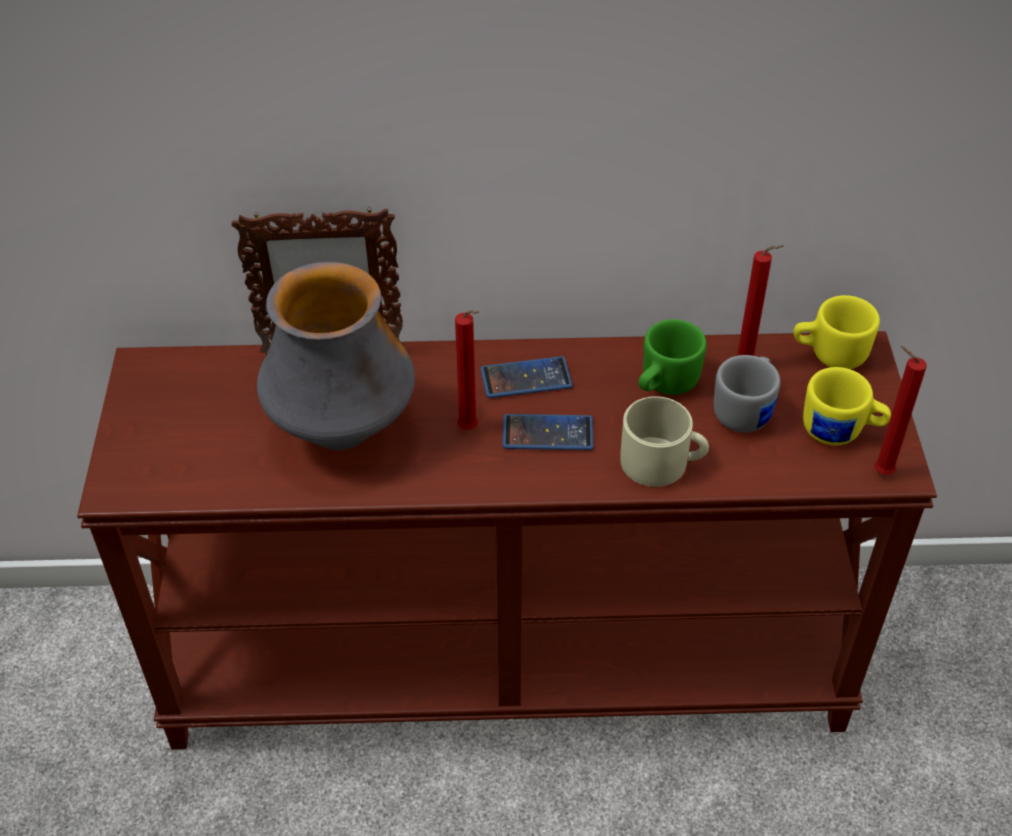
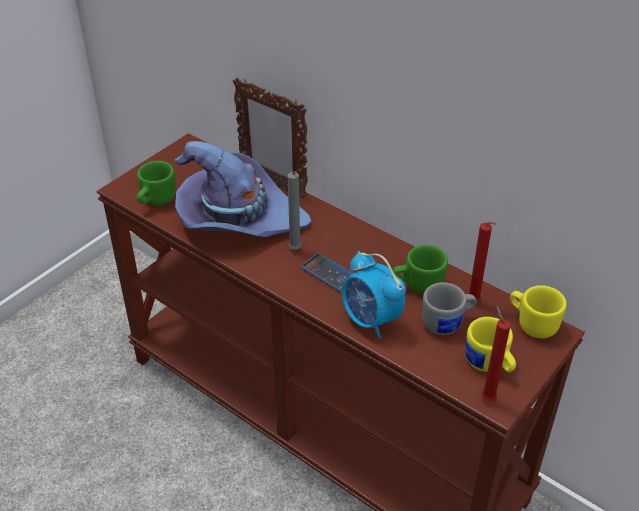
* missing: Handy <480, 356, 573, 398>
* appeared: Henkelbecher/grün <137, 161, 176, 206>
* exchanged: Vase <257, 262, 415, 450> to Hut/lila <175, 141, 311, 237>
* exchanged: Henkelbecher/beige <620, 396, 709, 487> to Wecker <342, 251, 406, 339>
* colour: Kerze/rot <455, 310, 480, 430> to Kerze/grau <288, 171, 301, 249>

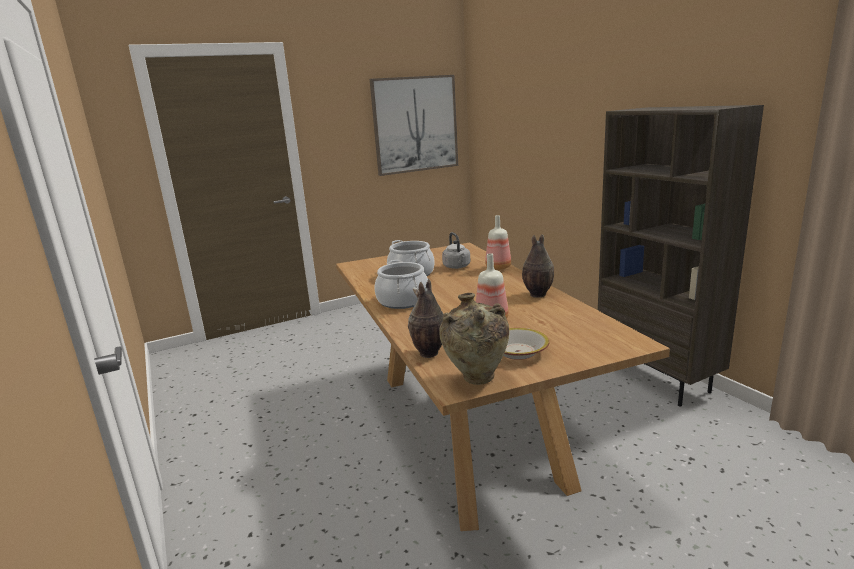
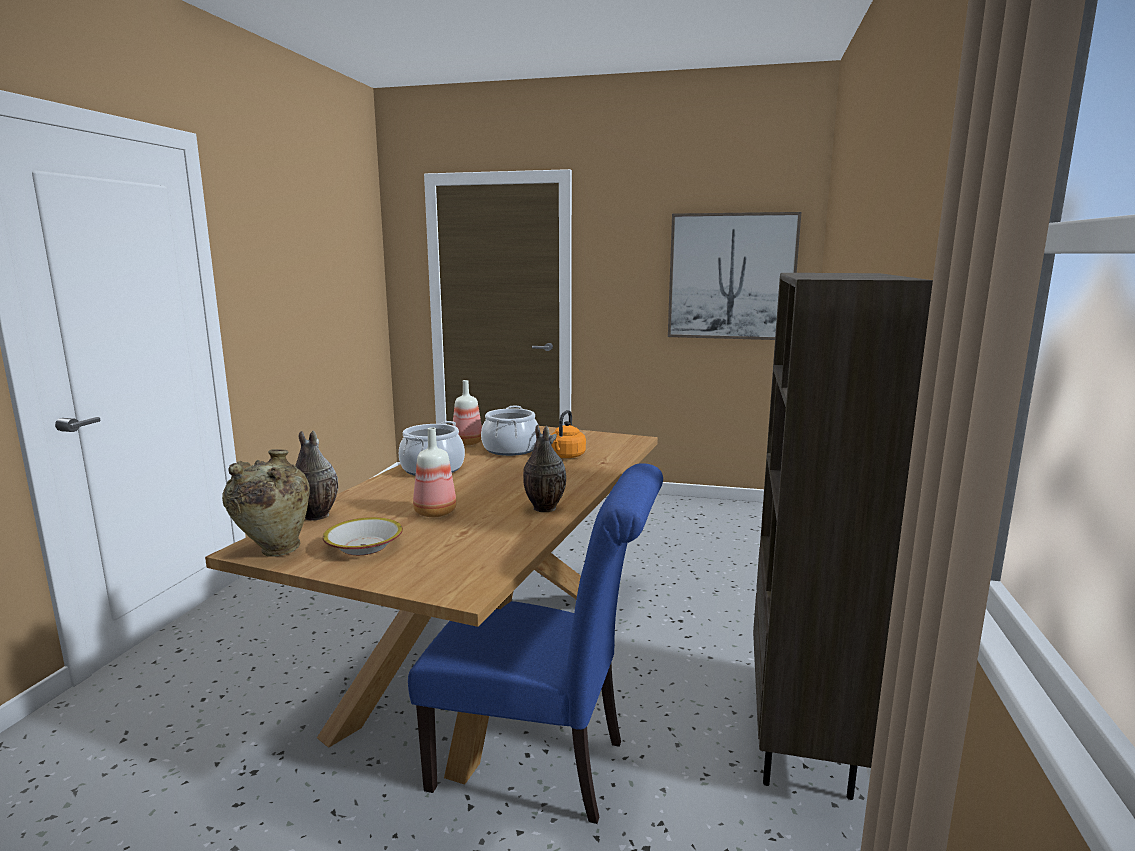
* appeared: Stuhl/blau <408, 463, 663, 824>
* relocated: Flasche <485, 215, 511, 270> to <452, 380, 482, 445>
* colour: Wasserkessel/grau <442, 232, 471, 269> to Wasserkessel/orange <551, 410, 586, 458>

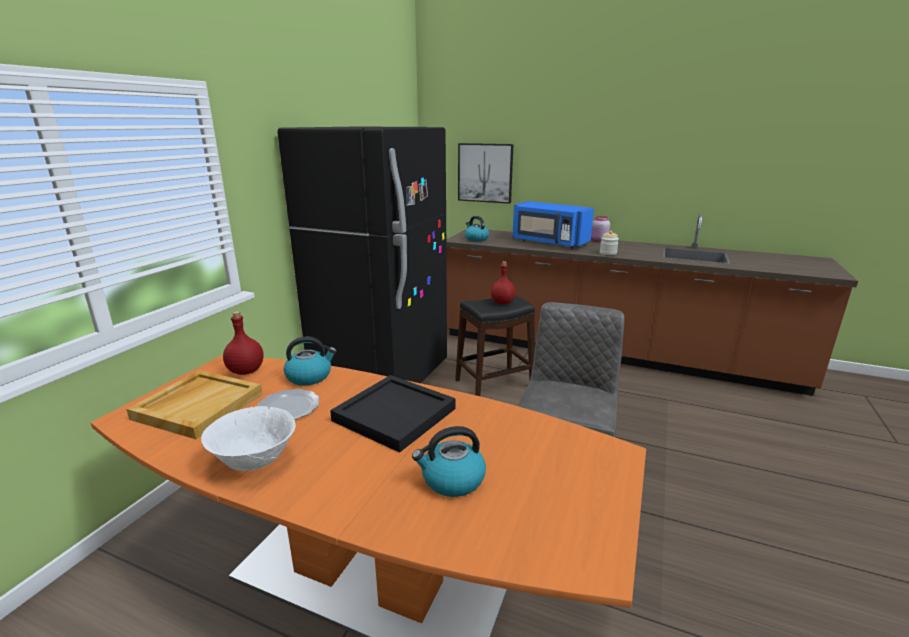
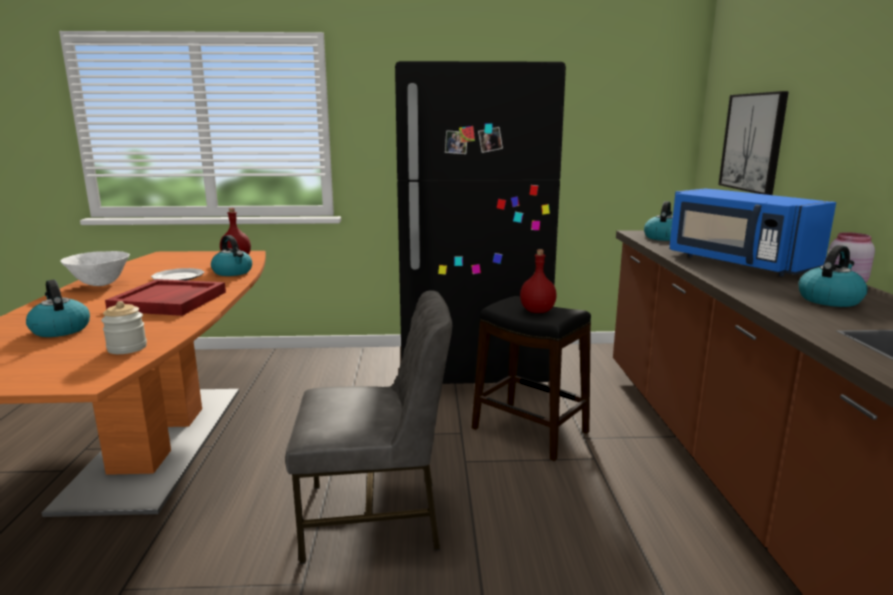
* missing: Tablett/beige <126, 370, 263, 439>
* appeared: Wasserkessel <798, 245, 868, 307>
* relocated: Vorratsglas <600, 231, 619, 255> to <101, 301, 147, 354>
* colour: Tablett/schwarz <330, 375, 456, 453> to Tablett/rot <105, 279, 226, 316>
* spun: Mikrowelle/blau <513, 201, 594, 248> = <669, 188, 836, 276> 45 degrees counterclockwise

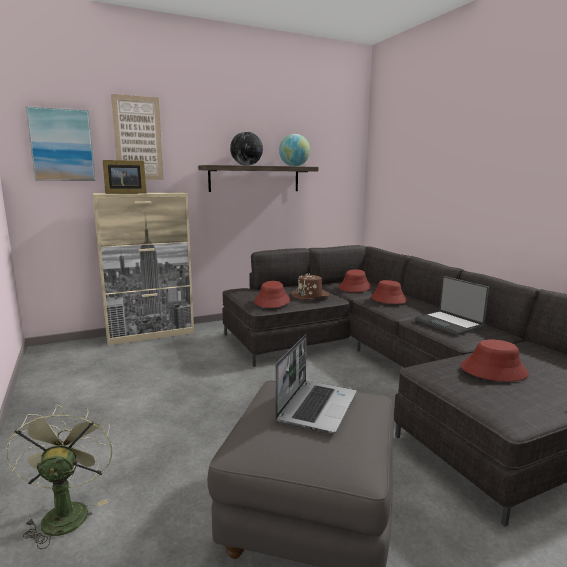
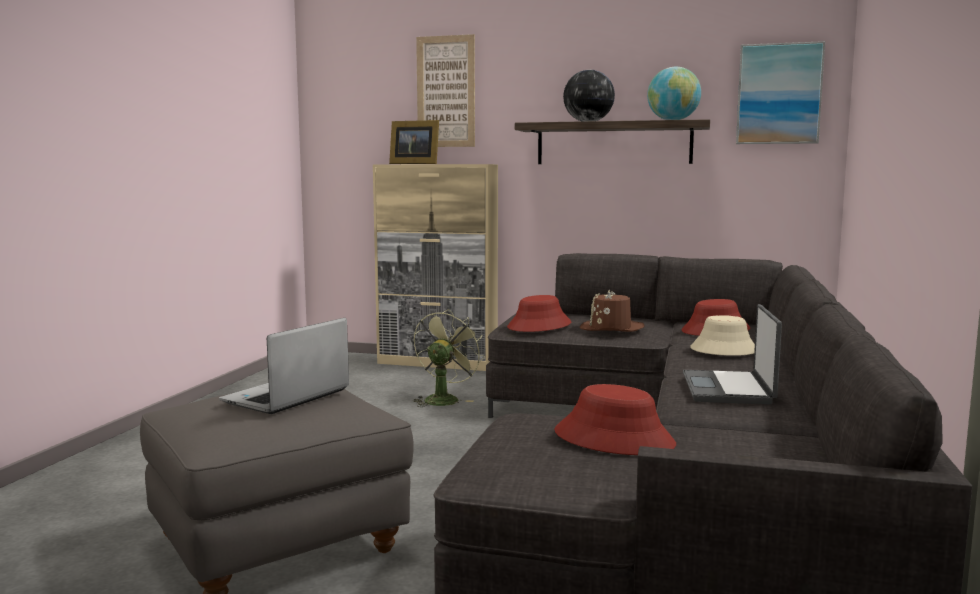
* relocated: Ventilator/grün <5, 404, 113, 549> to <413, 309, 485, 407>
* relocated: Bild <25, 106, 96, 181> to <736, 41, 825, 144>
* colour: Hut/rot <371, 280, 408, 304> to Hut/beige <690, 315, 755, 356>
* spun: Laptop <275, 334, 356, 433> = <219, 318, 349, 414> 150 degrees clockwise

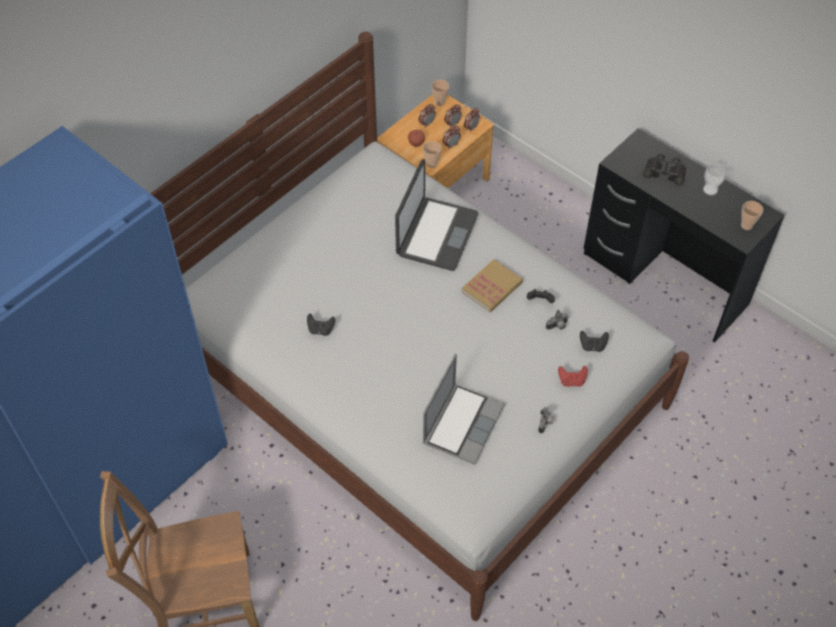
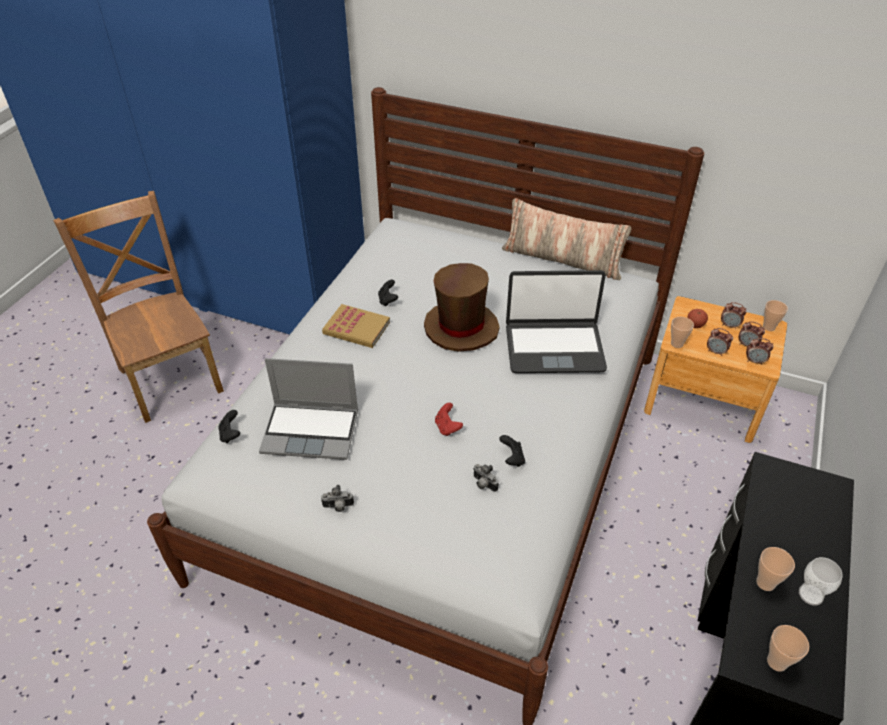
* missing: Fernglas/schwarz <643, 154, 686, 186>
* appeared: Hut/braun <424, 263, 500, 352>
* appeared: Kissen <502, 198, 631, 280>
* appeared: Tasse <756, 547, 795, 591>
* relocated: Buch <462, 259, 523, 312> to <322, 304, 390, 348>
* relocated: Gamepad/rot <558, 366, 588, 387> to <435, 403, 463, 436>
* relocated: Gamepad/schwarz <580, 331, 609, 352> to <219, 410, 240, 443>

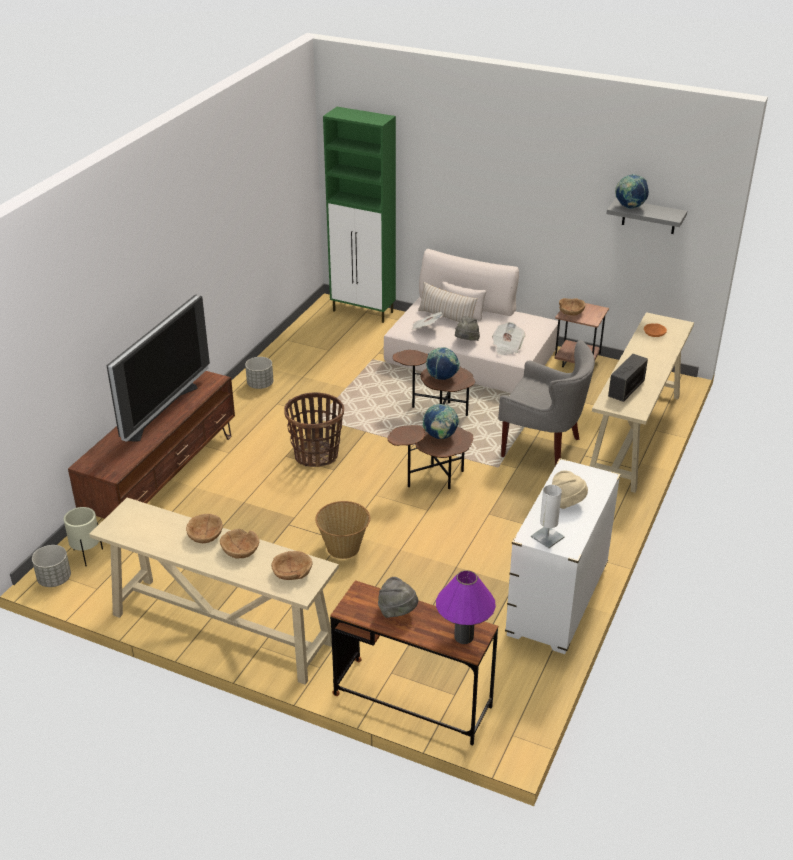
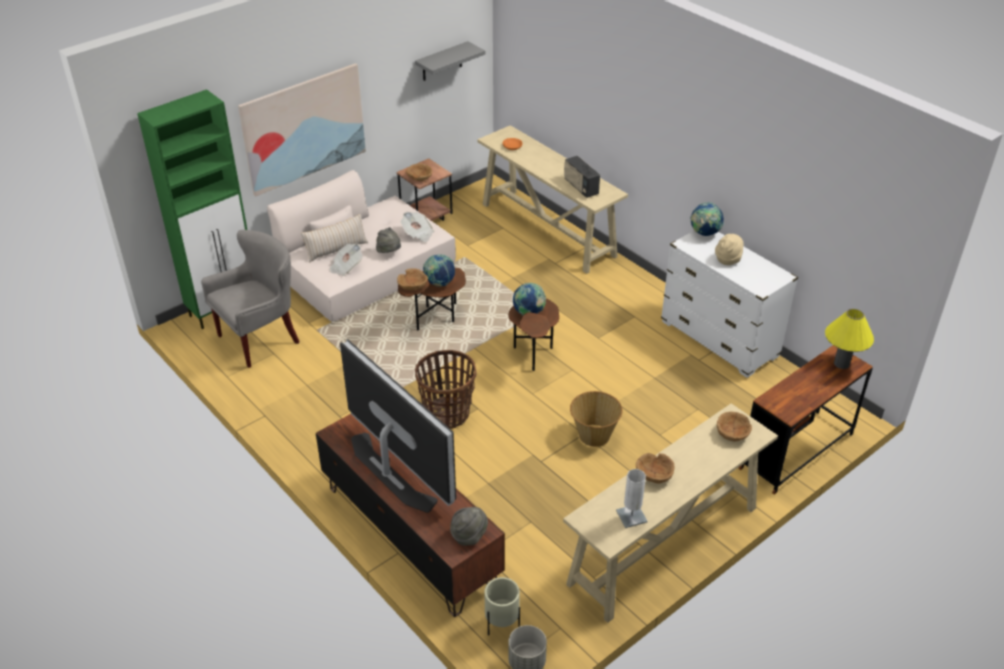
* missing: Pflanzkübel/grau <245, 357, 274, 389>
* appeared: Bild <238, 63, 366, 197>
* relocated: Schüssel/braun <220, 529, 259, 559> to <397, 269, 428, 290>
* relocated: Hut/grau <378, 577, 418, 618> to <450, 507, 488, 546>
* relocated: Sessel/grau <498, 340, 595, 466> to <201, 230, 300, 368>
* relocated: Tischlampe/weiß <531, 485, 565, 548> to <616, 469, 648, 528>
* relocated: Globus <615, 174, 649, 209> to <691, 202, 724, 236>
* colour: Tischlampe/lila <436, 570, 496, 644> to Tischlampe/gelb <825, 309, 874, 369>

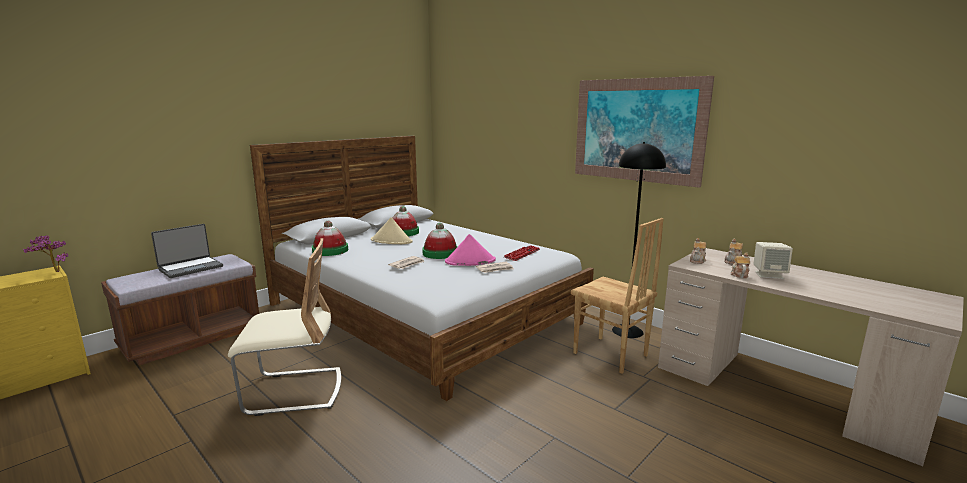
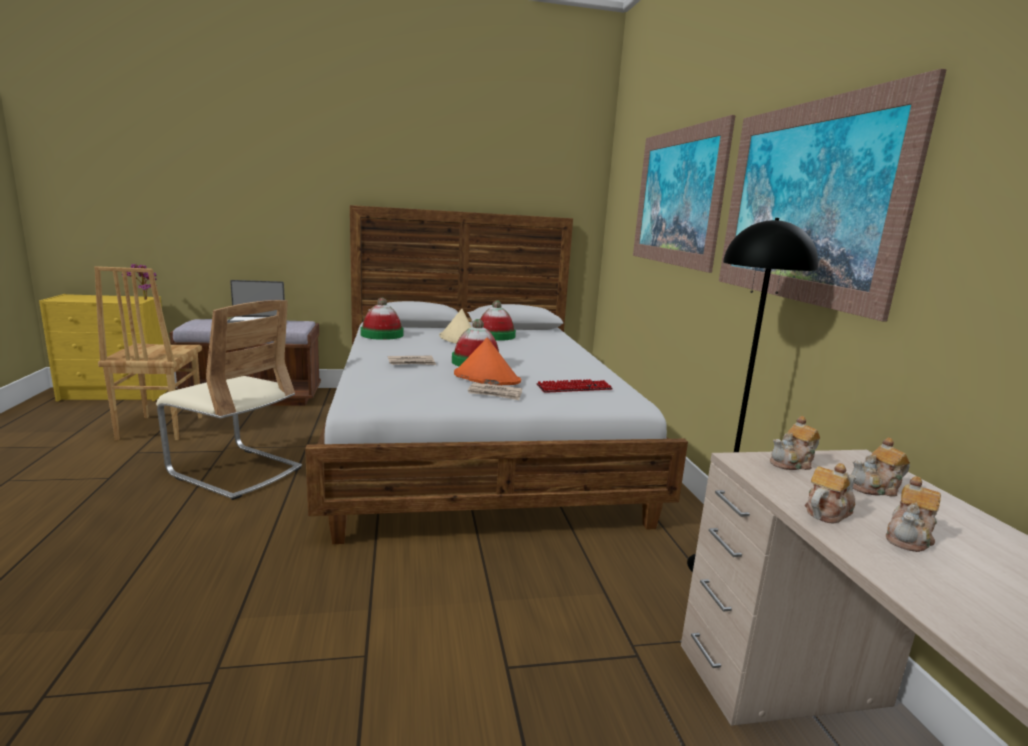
* appeared: Bild <633, 115, 736, 273>
* relocated: Stuhl/braun <571, 218, 664, 374> to <94, 266, 202, 440>
* exchanged: Lautsprecher/beige <753, 242, 793, 279> to Teekanne <886, 476, 941, 552>
* colour: Hut/rosa <445, 234, 496, 266> to Hut/orange <454, 338, 521, 385>

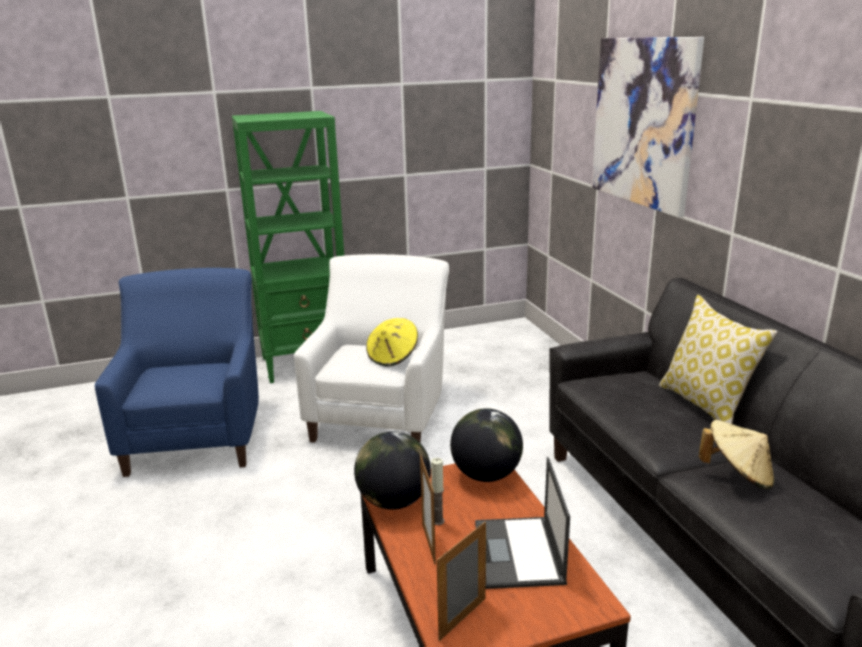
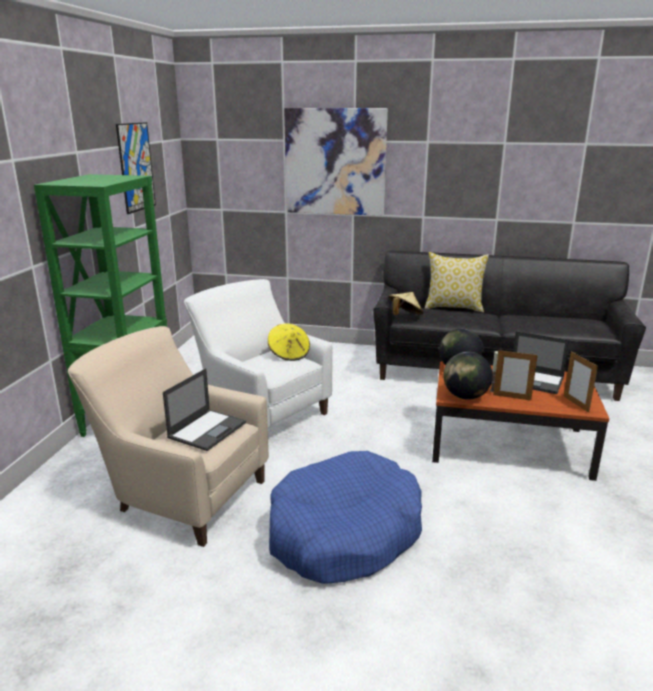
* appeared: Bild <116, 122, 156, 214>
* appeared: Laptop <163, 368, 246, 451>
* appeared: Hundebett/blau <269, 451, 422, 584>
* relocated: Hut/beige <699, 420, 774, 489> to <389, 292, 424, 315>
* colour: Sessel/blau <95, 268, 259, 477> to Sessel/beige <68, 326, 269, 547>

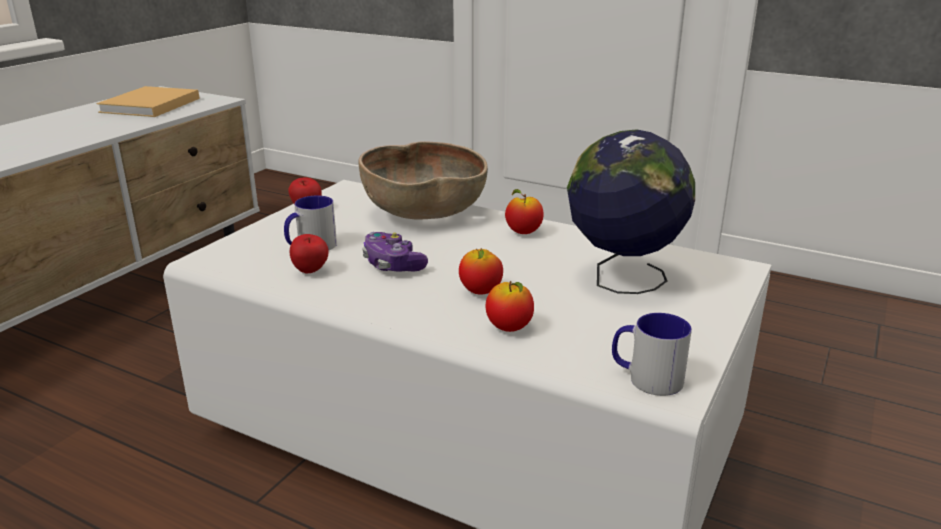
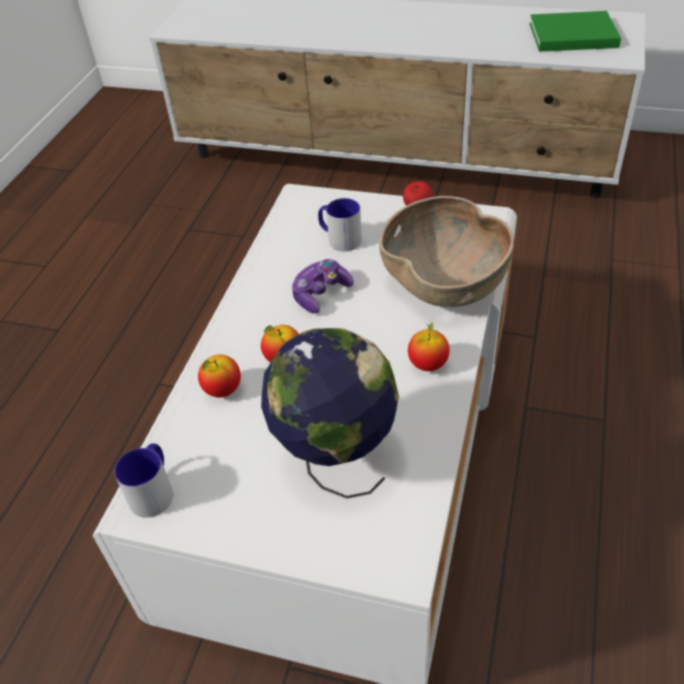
* missing: Apfel <290, 234, 328, 274>
* colour: Buch/beige <96, 86, 200, 117> to Buch/grün <529, 11, 621, 52>

